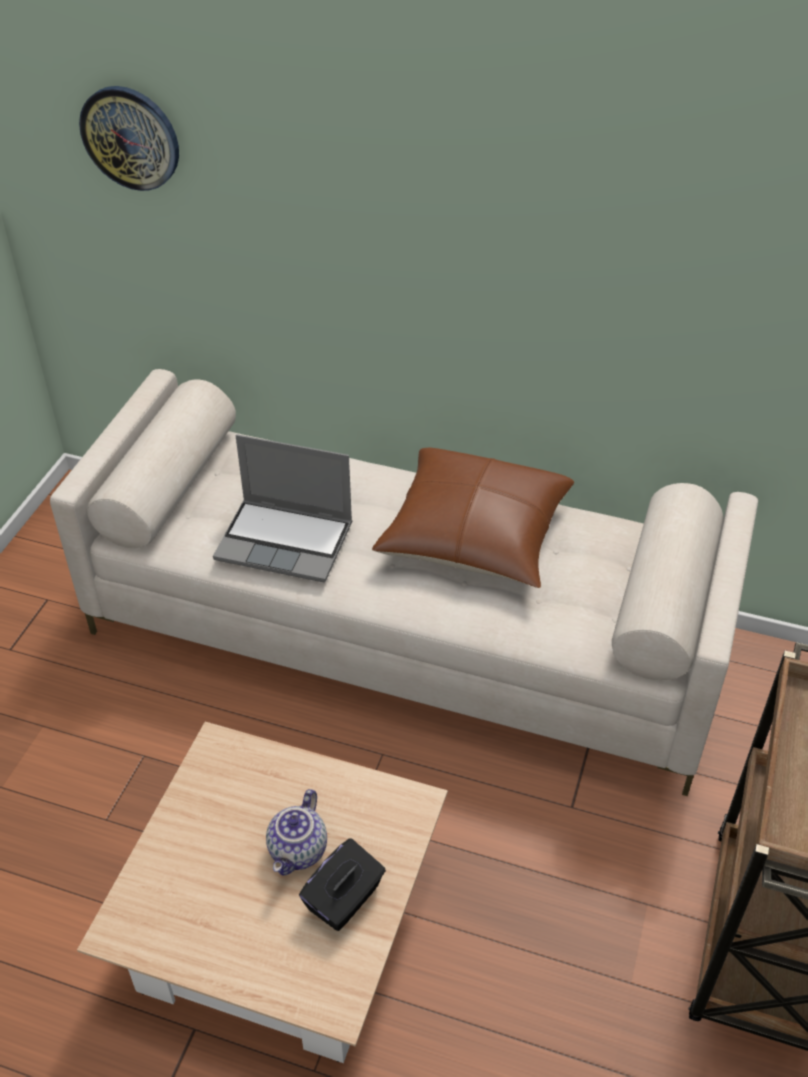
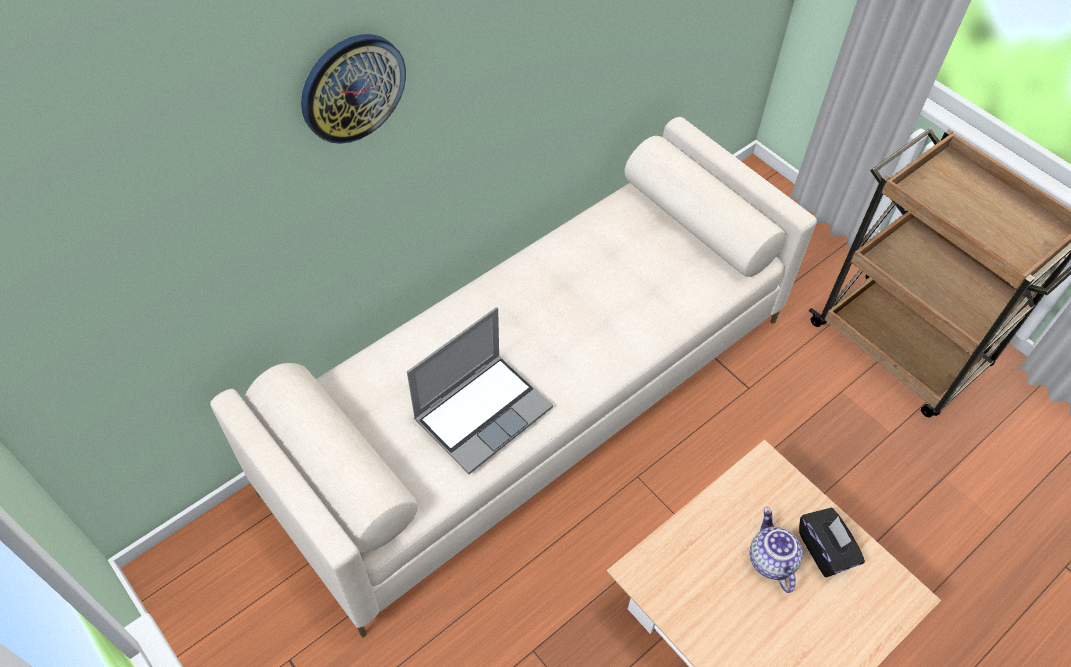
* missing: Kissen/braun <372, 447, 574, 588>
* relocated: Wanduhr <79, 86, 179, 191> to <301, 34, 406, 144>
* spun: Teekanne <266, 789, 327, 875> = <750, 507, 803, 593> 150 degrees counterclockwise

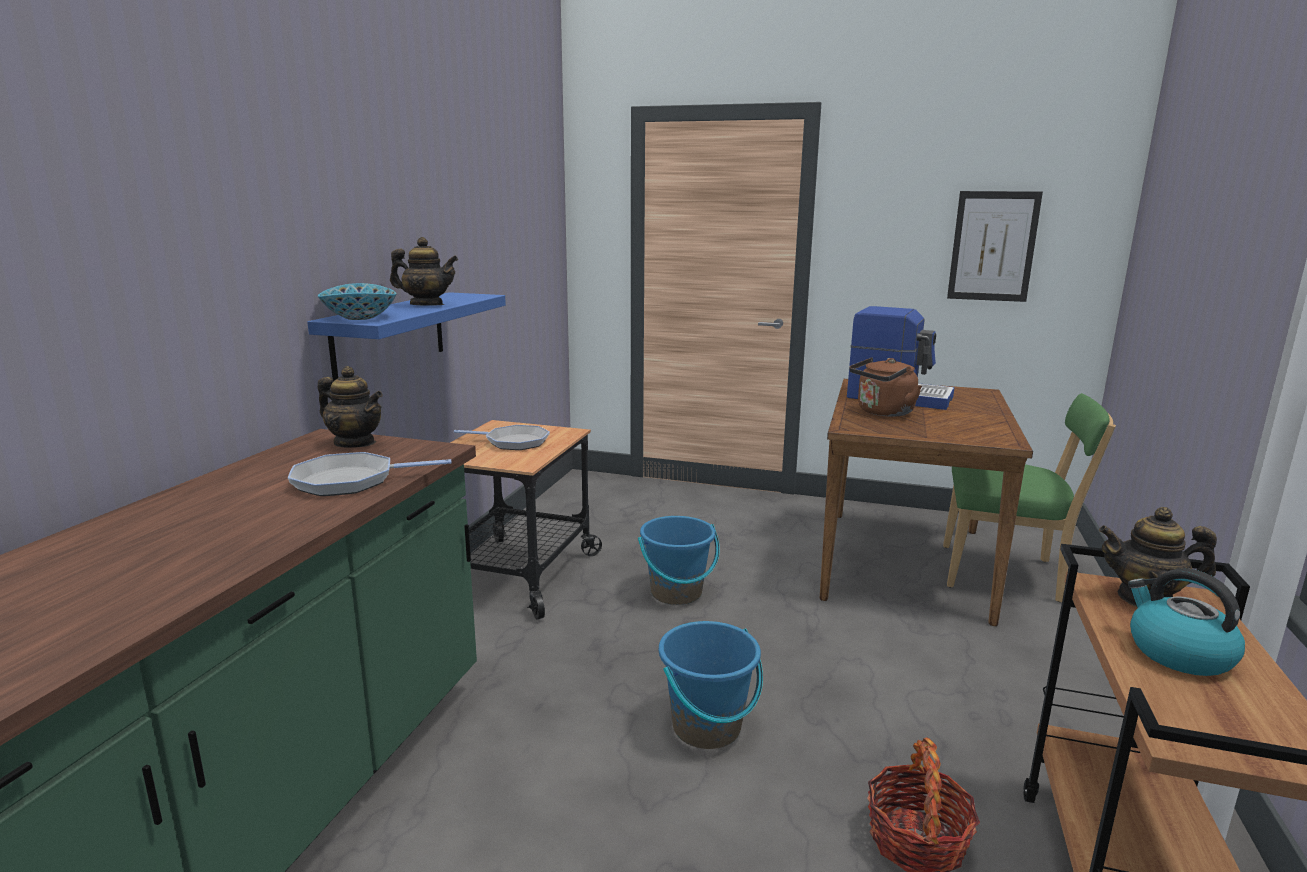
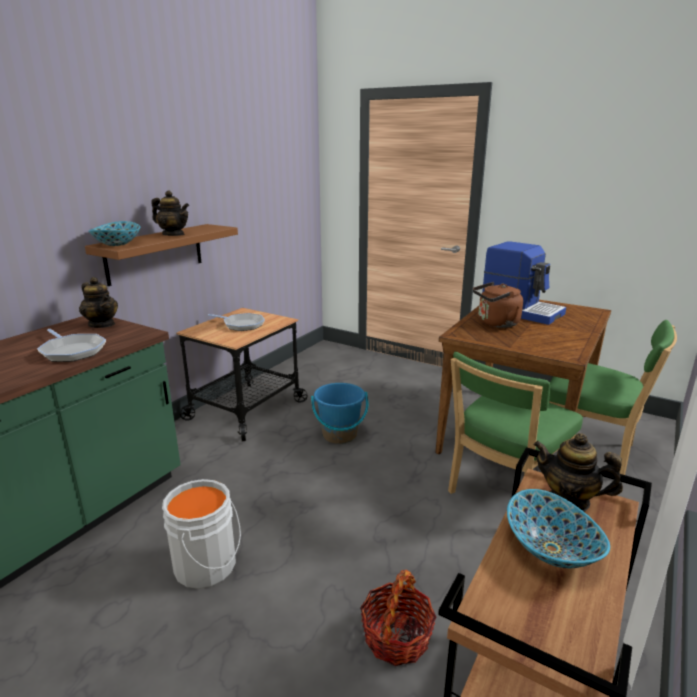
* missing: Eimer/blau <659, 621, 763, 749>
* missing: Bild <947, 191, 1043, 302>
* appeared: Eimer/grau <162, 479, 241, 589>
* appeared: Stuhl/grün <448, 352, 583, 494>
* exchanged: Wasserkessel <1128, 568, 1245, 676> to Schüssel <507, 489, 610, 568>
* colour: Wandregal/blau <307, 292, 506, 381> to Wandregal/braun <85, 224, 238, 286>
* spun: Pfanne <288, 452, 452, 496> = <37, 329, 106, 362> 135 degrees counterclockwise

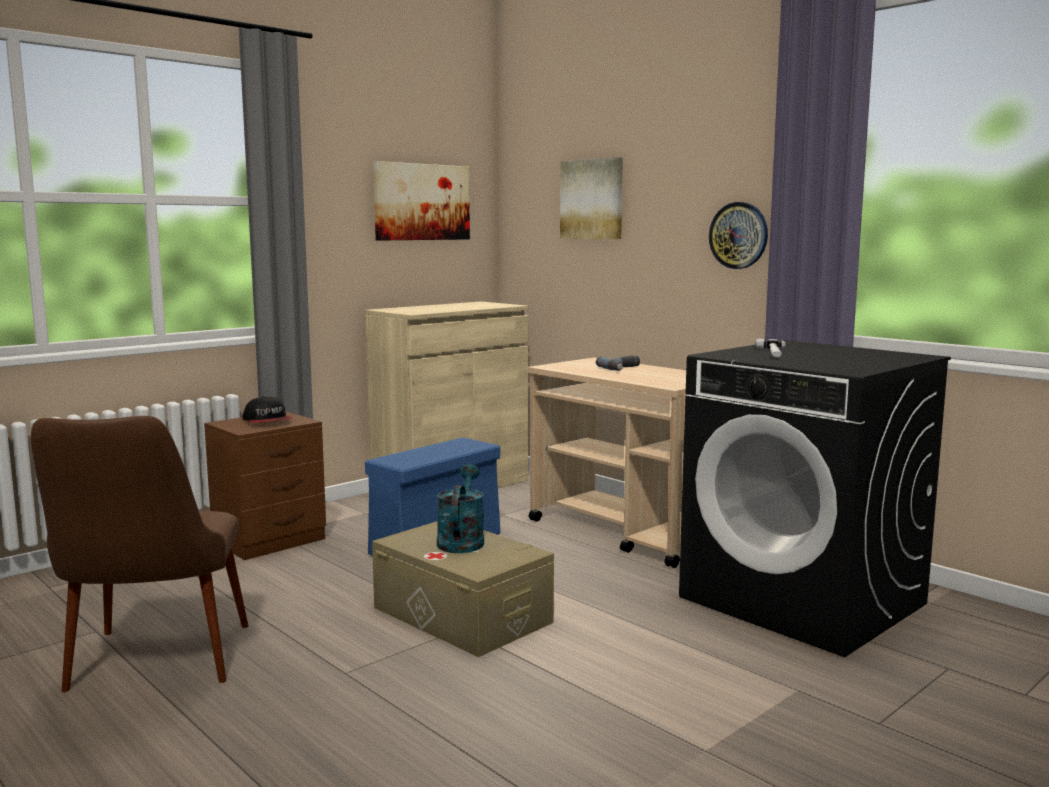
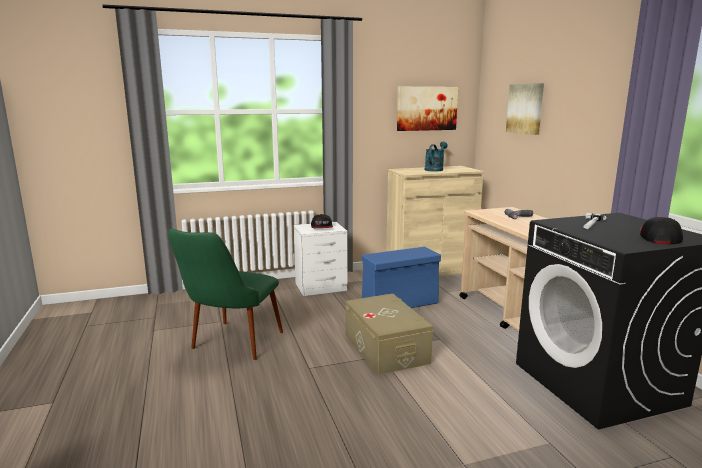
* missing: Wanduhr <709, 202, 768, 269>
* appeared: Kappe <640, 217, 683, 244>
* relocated: Gießkanne/türkis <437, 464, 484, 553> to <425, 142, 448, 171>
* colour: Stuhl/braun <31, 416, 248, 692> to Stuhl/grün <168, 229, 283, 360>
* colour: Nachttisch/braun <204, 411, 326, 560> to Nachttisch/weiß <294, 222, 348, 296>

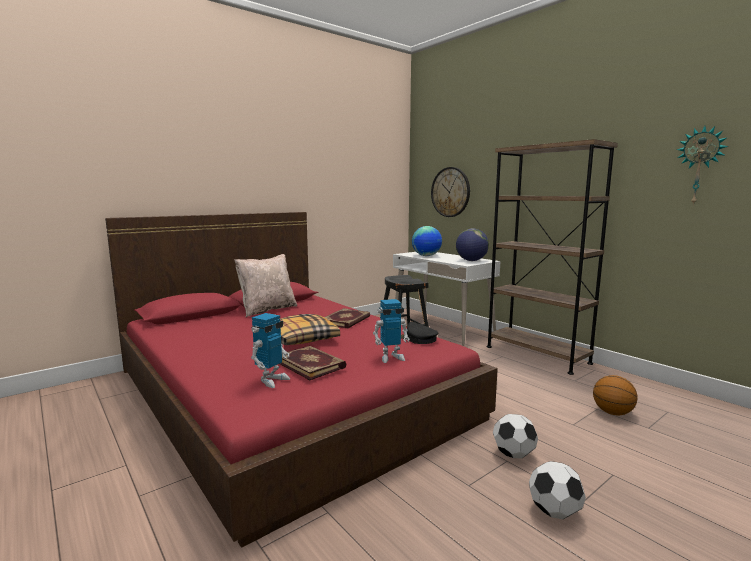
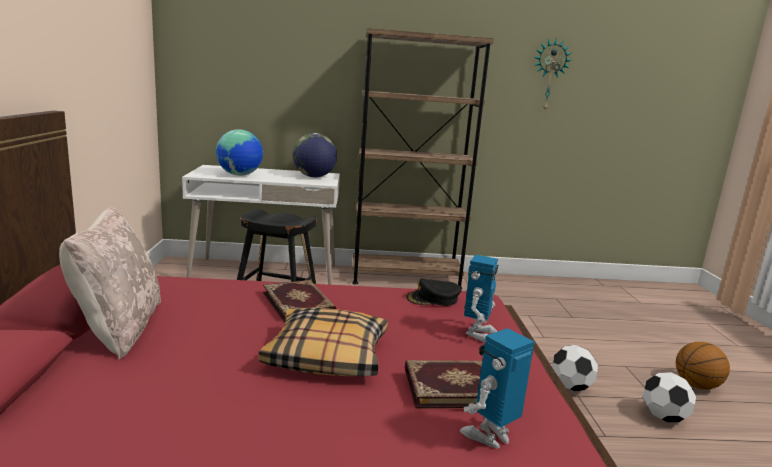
* missing: Wanduhr <431, 167, 470, 217>
* relocated: Basketball <593, 375, 638, 415> to <676, 342, 730, 390>
* spun: Spielzeugroboter <251, 313, 290, 388> = <460, 328, 535, 449> 105 degrees counterclockwise

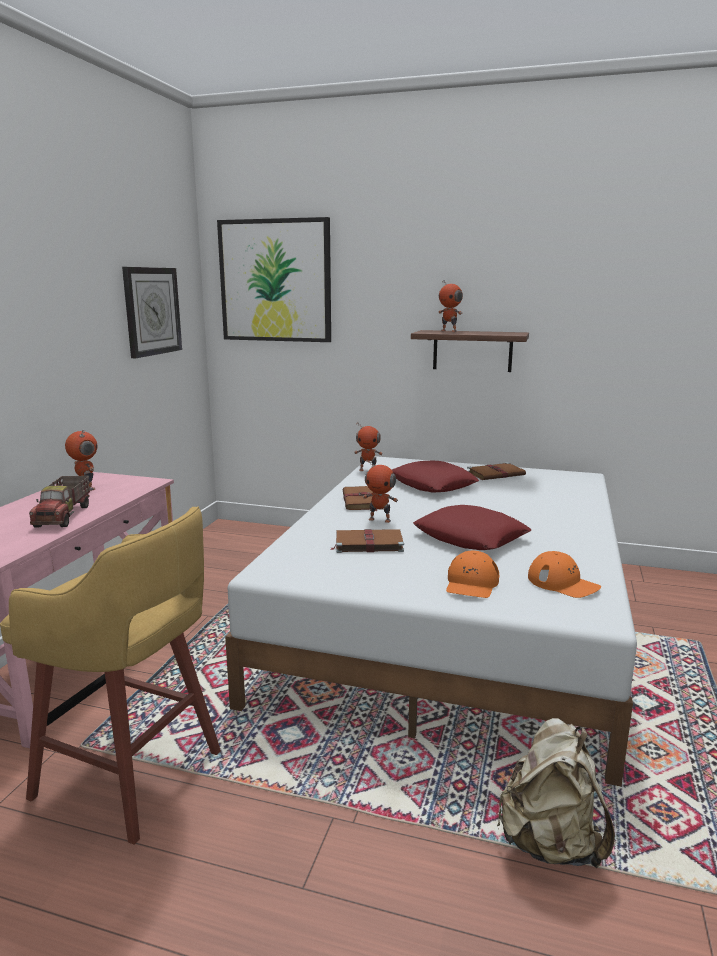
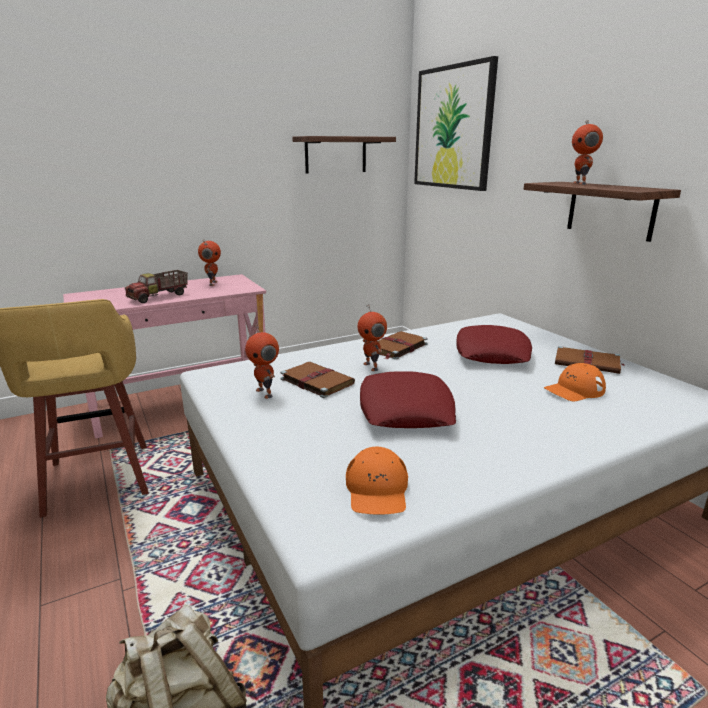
* relocated: Spielzeugroboter <354, 423, 383, 471> to <245, 323, 279, 399>
* relocated: Kappe/orange <446, 551, 499, 598> to <544, 363, 606, 402>
* exchanged: Wanduhr <122, 267, 182, 358> to Wandregal <292, 136, 396, 173>

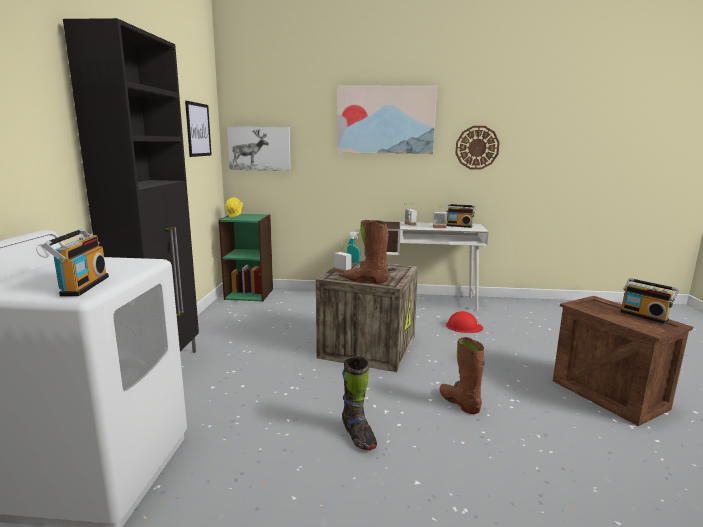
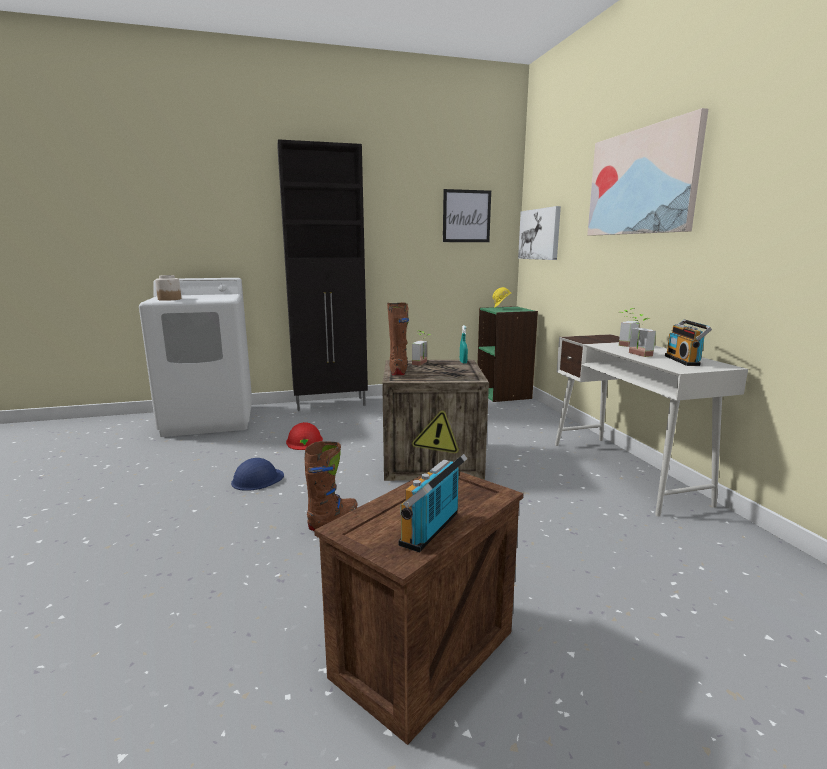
* missing: Wanduhr <455, 126, 500, 170>
* relocated: Schutzhelm/rot <446, 311, 483, 333> to <286, 422, 323, 450>
* exchanged: Radio <42, 229, 109, 296> to Vorratsglas <155, 275, 181, 301>
* exchanged: Stiefel/schwarz <342, 356, 377, 450> to Schutzhelm/blau <231, 458, 284, 491>

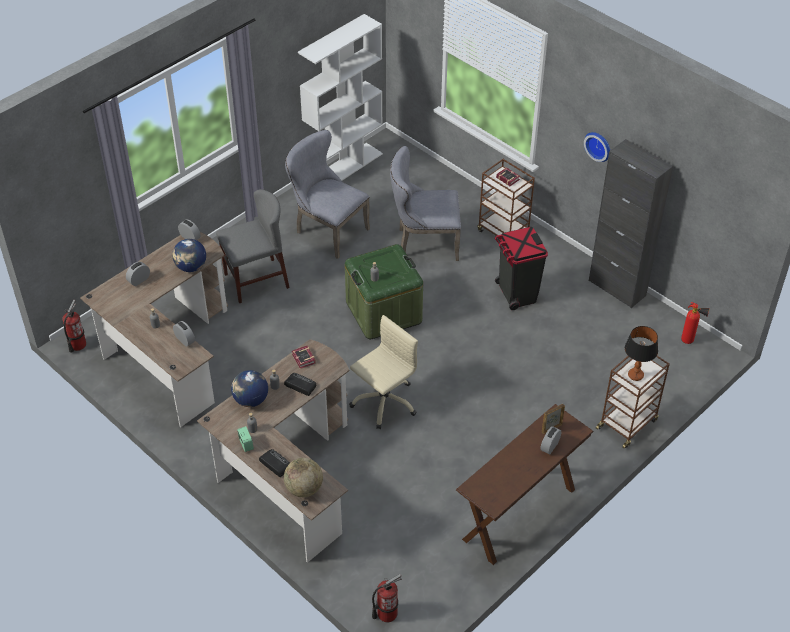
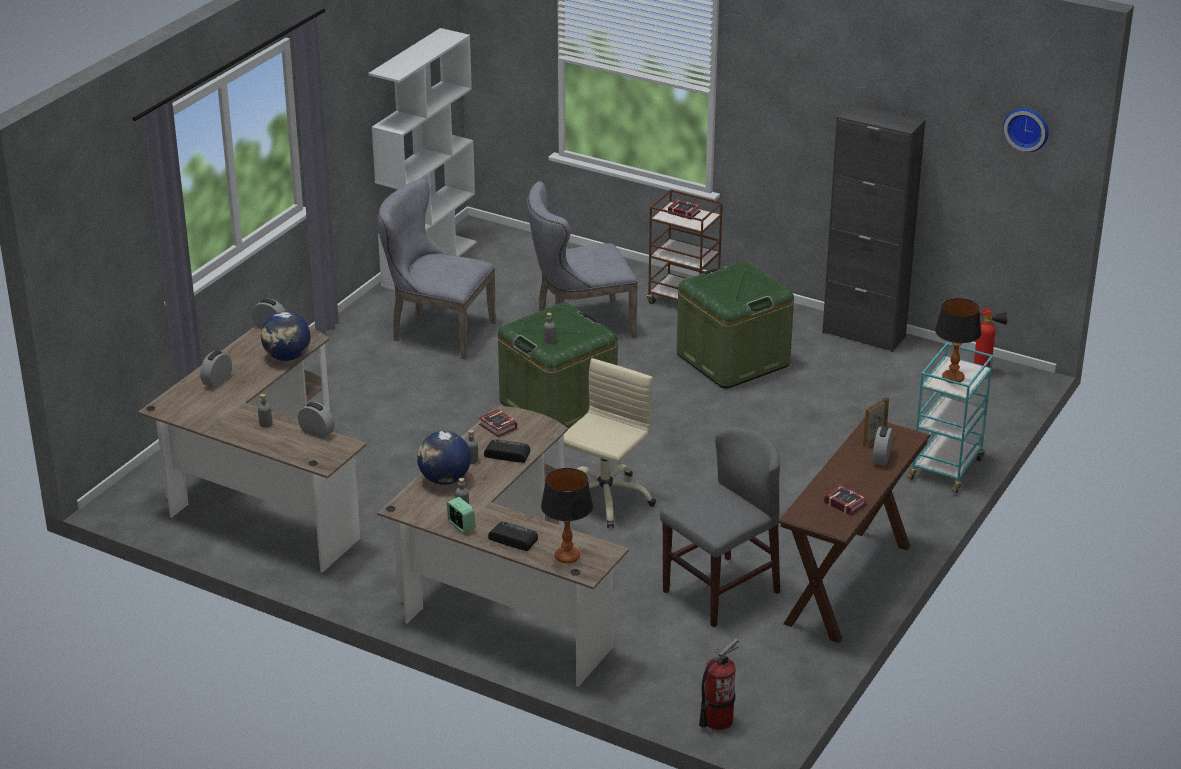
* missing: Feuerlöscher <62, 300, 86, 353>
* appeared: Buch <824, 485, 867, 515>
* relocated: Stuhl/grau <216, 189, 290, 303> to <660, 427, 780, 627>
* relocated: Wanduhr <584, 132, 610, 162> to <1003, 108, 1049, 152>
* exchanged: Globus <284, 458, 323, 497> to Tischlampe <541, 468, 593, 563>
* exchanged: Mülleimer/schwarz <495, 227, 548, 310> to Aufbewahrungsbox/grün <677, 261, 794, 389>
* colour: Rollwagen/braun <596, 356, 670, 449> to Rollwagen/türkis <907, 343, 993, 493>

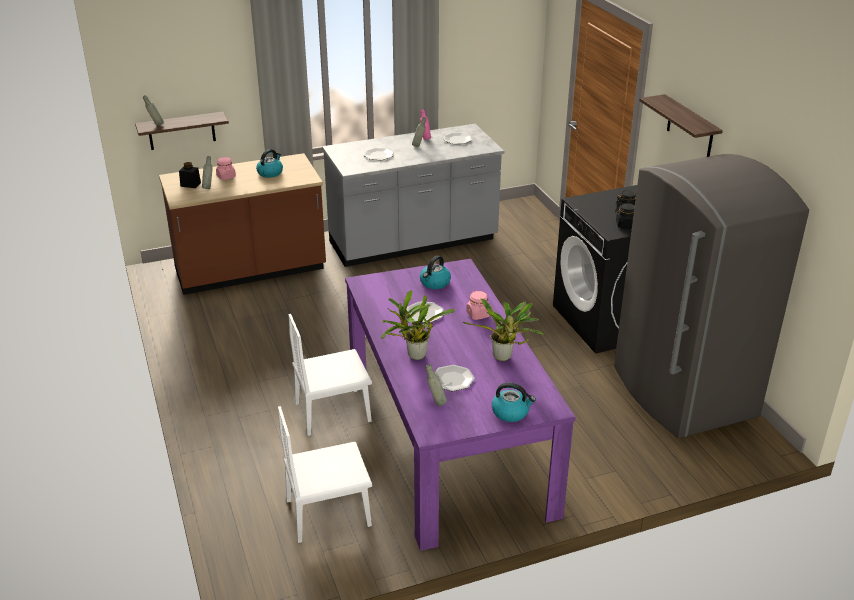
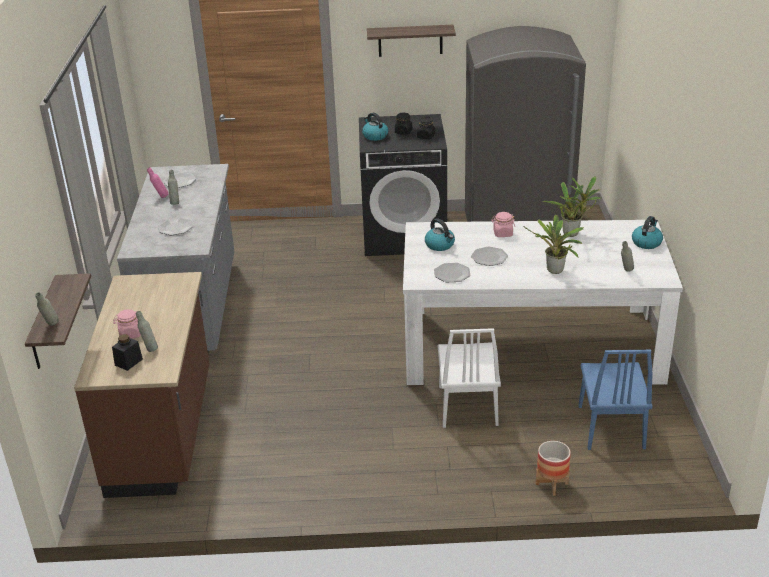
* appeared: Pflanzkübel <536, 441, 571, 496>
* relocated: Wasserkessel <256, 149, 283, 178> to <362, 113, 388, 141>
* relocated: Teller <434, 365, 475, 391> to <434, 263, 470, 282>
* colour: Stuhl/weiß <278, 406, 372, 543> to Stuhl/blau <579, 350, 653, 450>
* colour: Esstisch/lila <345, 259, 576, 551> to Esstisch/weiß <403, 220, 683, 385>

